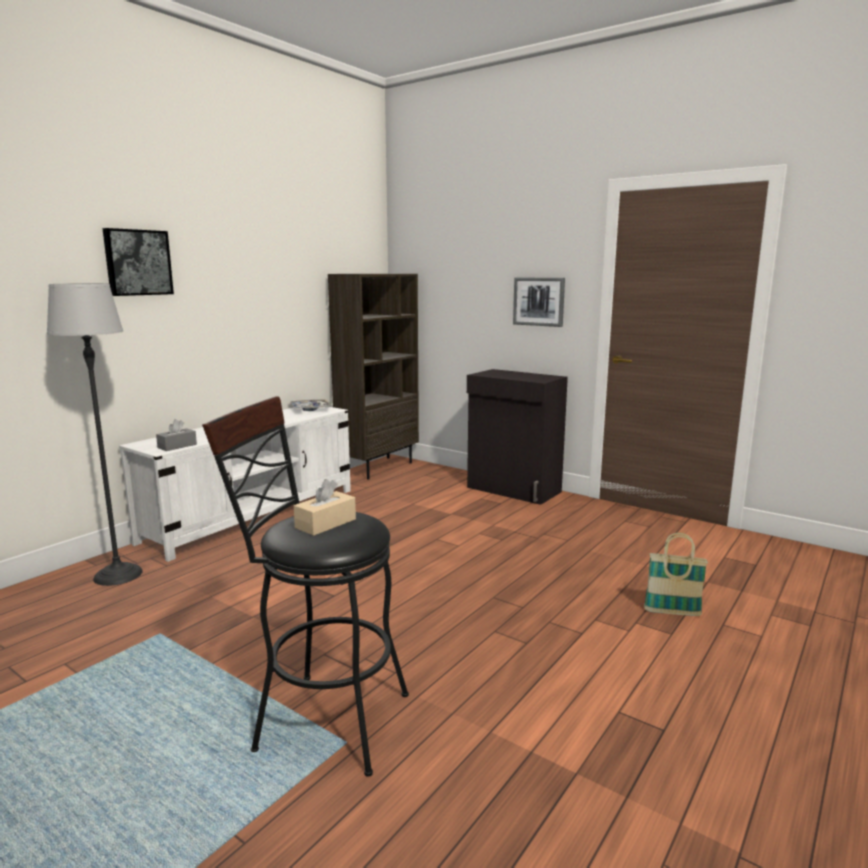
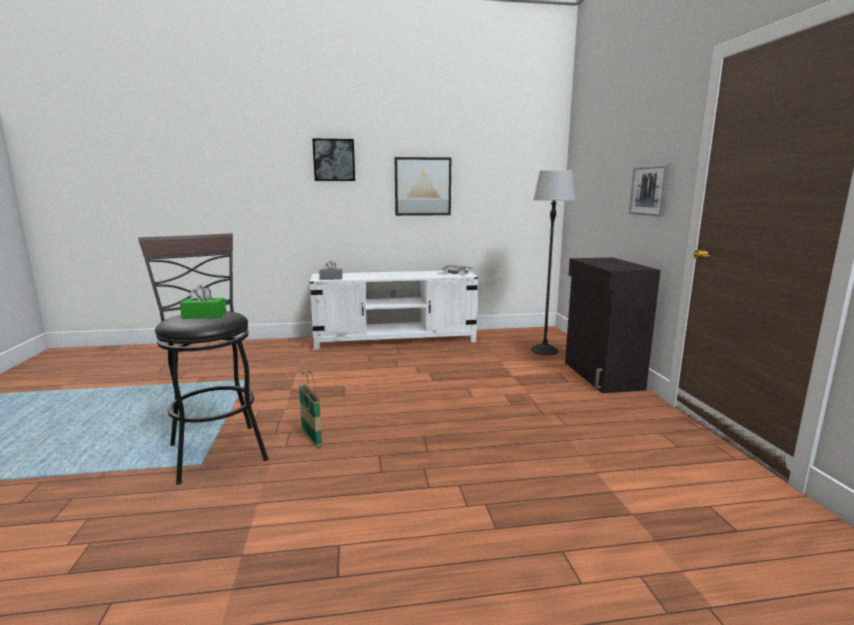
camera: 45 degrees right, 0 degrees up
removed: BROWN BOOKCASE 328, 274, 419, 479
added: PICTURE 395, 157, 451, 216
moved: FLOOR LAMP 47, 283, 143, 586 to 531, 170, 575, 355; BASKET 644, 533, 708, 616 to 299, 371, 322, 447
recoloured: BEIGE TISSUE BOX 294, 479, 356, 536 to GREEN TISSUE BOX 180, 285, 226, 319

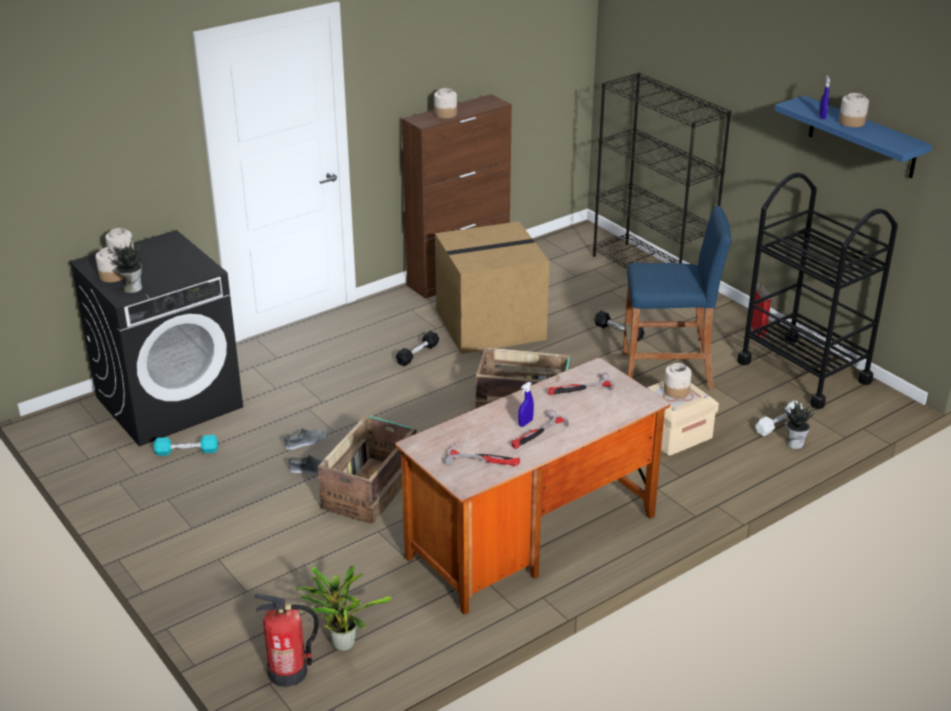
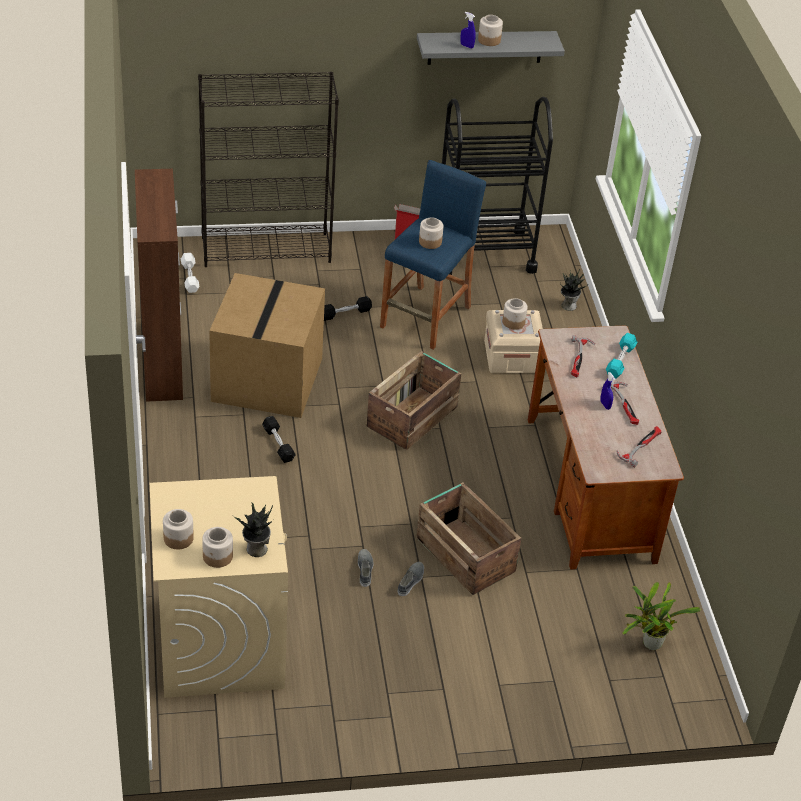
camera: 65 degrees left, 10 degrees up
removed: FIRE EXTINGUISHER 254, 594, 319, 687
moved: TURQUOISE DUMBBELL 154, 435, 218, 456 to 606, 333, 637, 379; JAR 434, 88, 457, 119 to 419, 217, 444, 249; WHITE DUMBBELL 756, 400, 803, 436 to 181, 253, 200, 293
recoloured: BLACK WASHING MACHINE 69, 230, 243, 447 to BEIGE WASHING MACHINE 150, 476, 288, 698; BLUE SHELF 774, 95, 933, 178 to GREY SHELF 417, 31, 565, 65

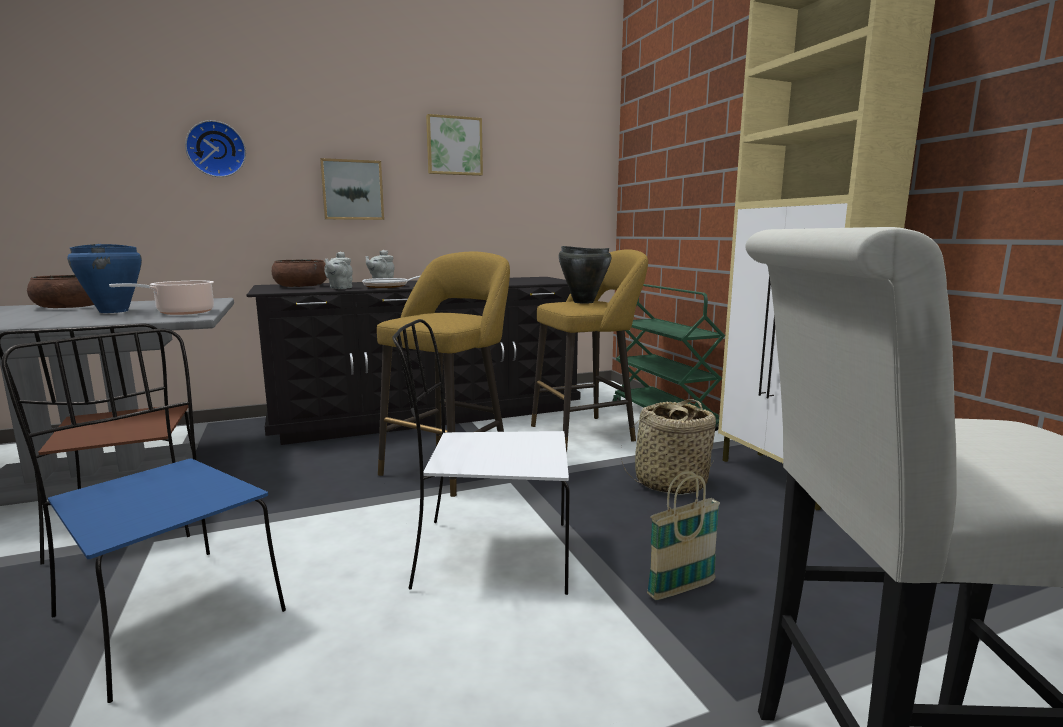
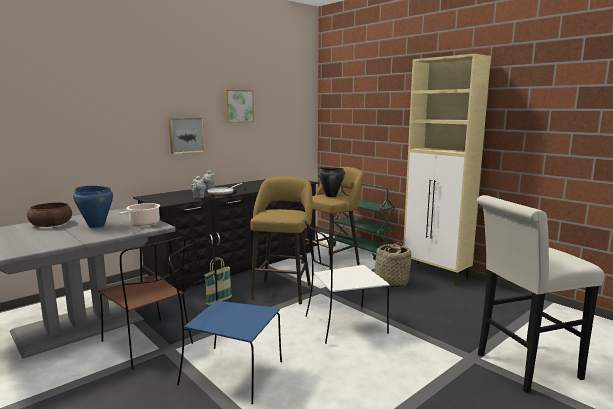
camera: 20 degrees left, 0 degrees up
removed: WALL CLOCK 185, 120, 246, 177; BROWN BOWL 272, 259, 327, 287
moved: BASKET 647, 471, 720, 600 to 204, 257, 232, 305

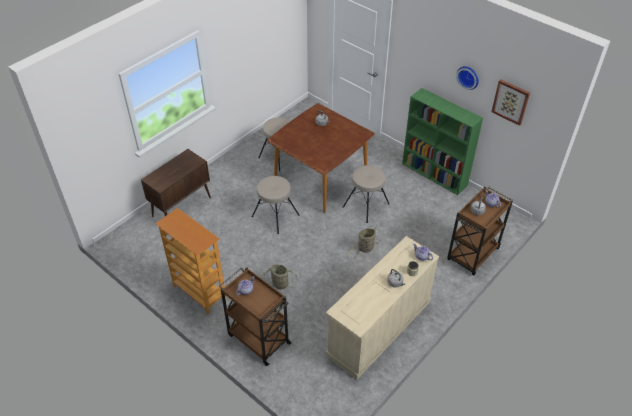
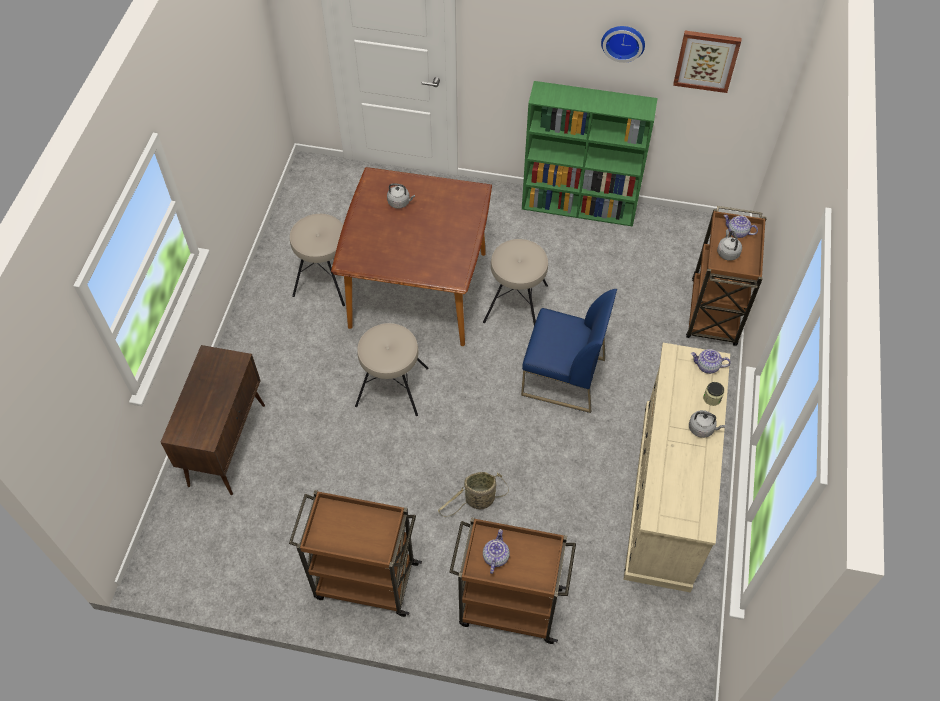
camera: 30 degrees left, 10 degrees up
replaced: BOOKCASE 155, 208, 226, 314 to BROWN CART 289, 490, 422, 617; BASKET 347, 228, 379, 259 to BLUE CHAIR 521, 289, 617, 413

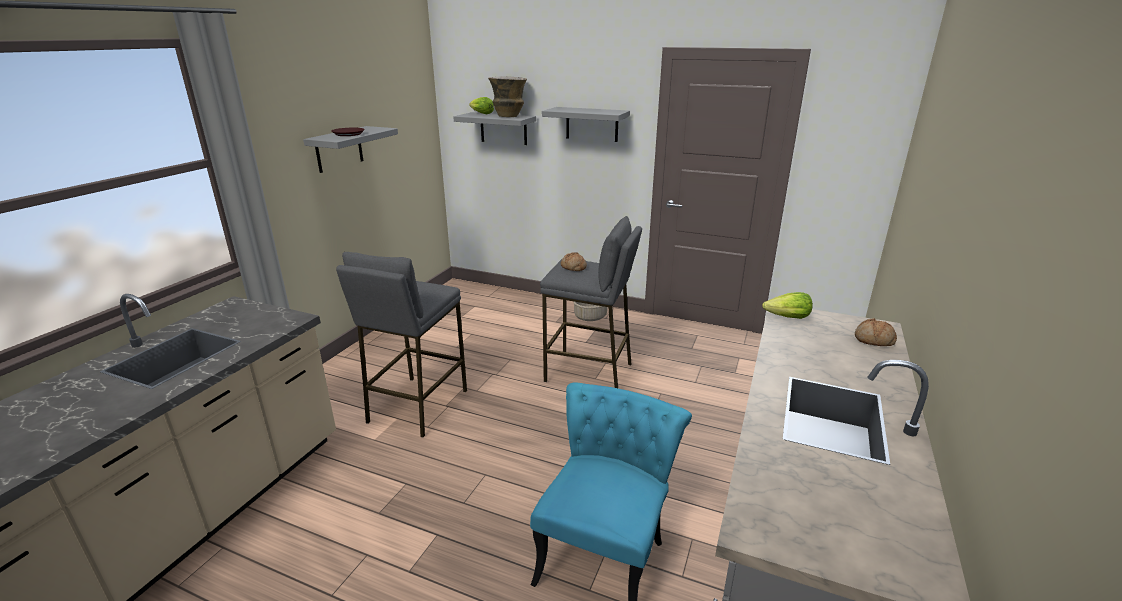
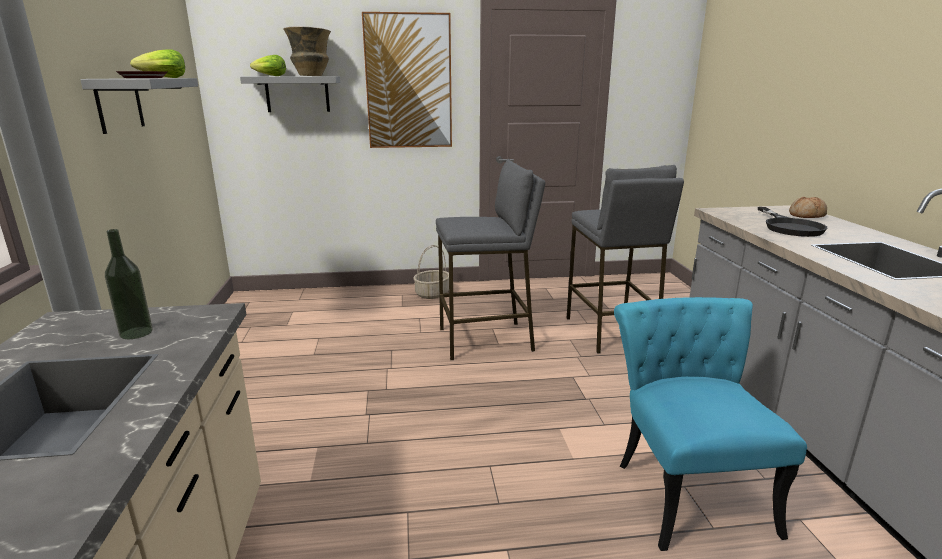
camera: 30 degrees left, 5 degrees down
removed: BREAD 561, 252, 587, 271
added: BOTTLE 105, 229, 153, 339; BLACK FRYING PAN 758, 207, 827, 237
moved: GREY STOOL 336, 252, 467, 437 to 566, 165, 684, 354; LETTUCE 762, 292, 813, 319 to 130, 49, 185, 78
replaced: GREY SHELF 542, 107, 630, 142 to PICTURE 362, 12, 452, 148

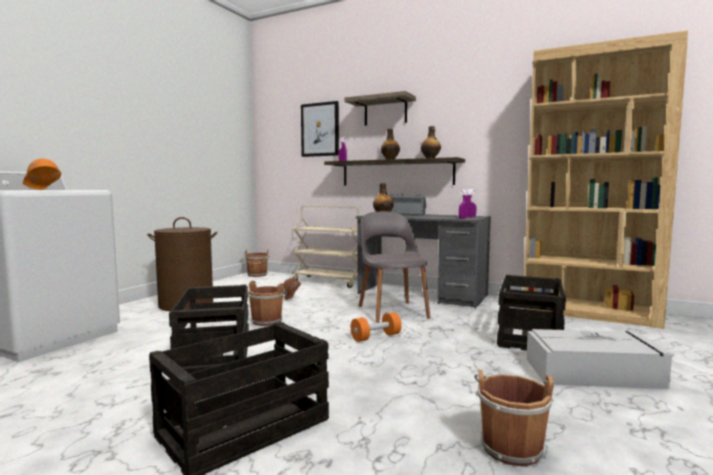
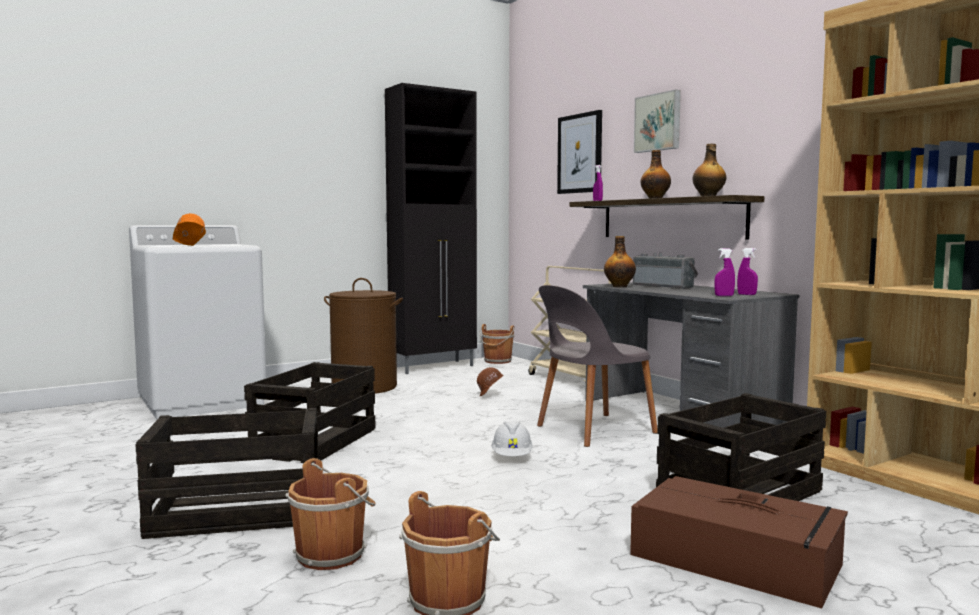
camera: 30 degrees right, 0 degrees up
added: BLACK CABINET 385, 83, 477, 374
moved: BROWN BUCKET 248, 281, 287, 326 to 285, 458, 376, 570
replaced: SHELF 345, 91, 416, 126 to PICTURE 634, 90, 681, 153; ORANGE DUMBBELL 351, 312, 402, 342 to WHITE HARD HAT 491, 421, 533, 456
recoloured: GREY STORAGE BOX 526, 329, 674, 389 to BROWN STORAGE BOX 630, 476, 848, 608
turned: GREY CHAIR 359, 211, 431, 323 = 537, 285, 658, 447 135 degrees counterclockwise

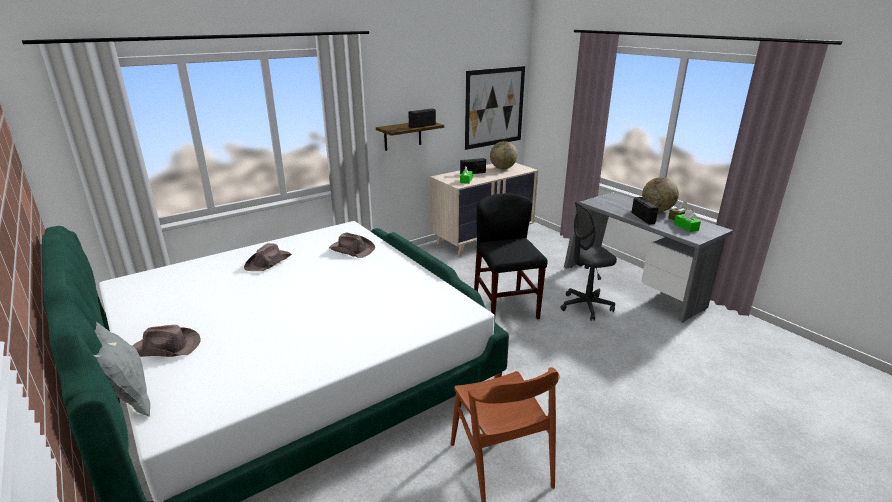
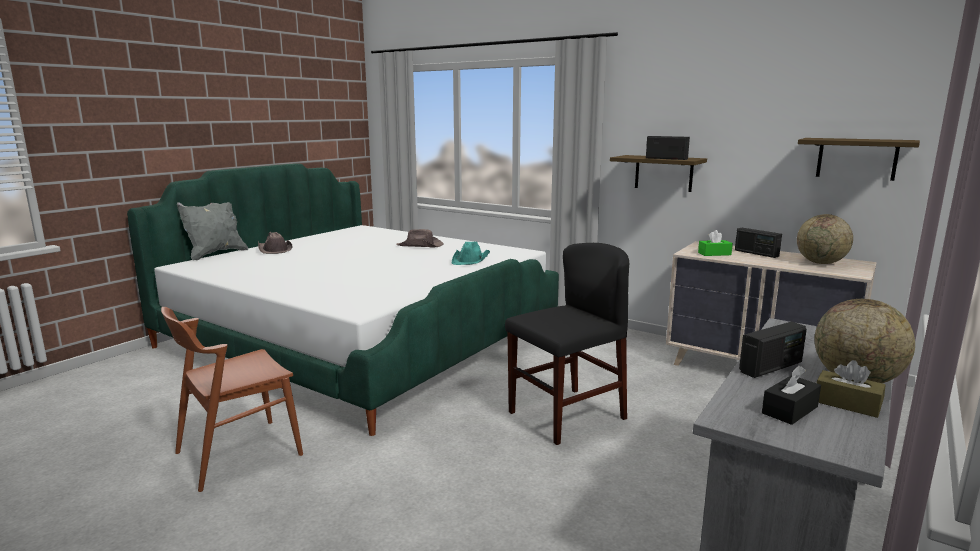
camera: 70 degrees right, 10 degrees down
removed: GREY OFFICE CHAIR 560, 202, 617, 321
replaced: PICTURE 465, 66, 525, 150 to SHELF 798, 138, 920, 181
recoloured: BROWN HAT 329, 232, 375, 258 to TURQUOISE HAT 452, 242, 490, 265; GREEN TISSUE BOX 674, 209, 701, 232 to BLACK TISSUE BOX 762, 366, 821, 425

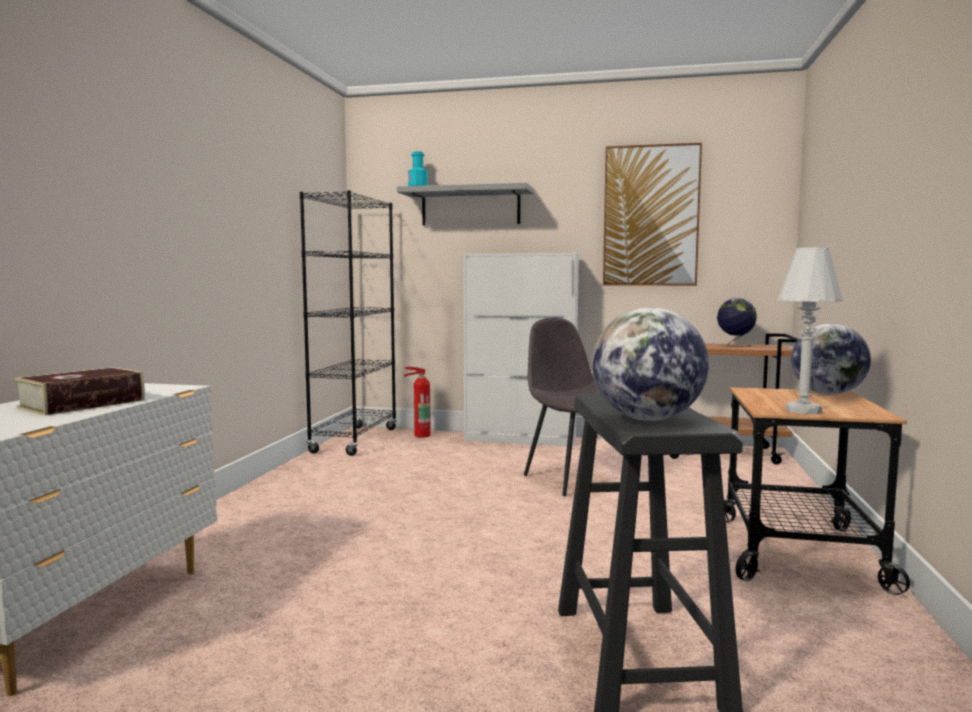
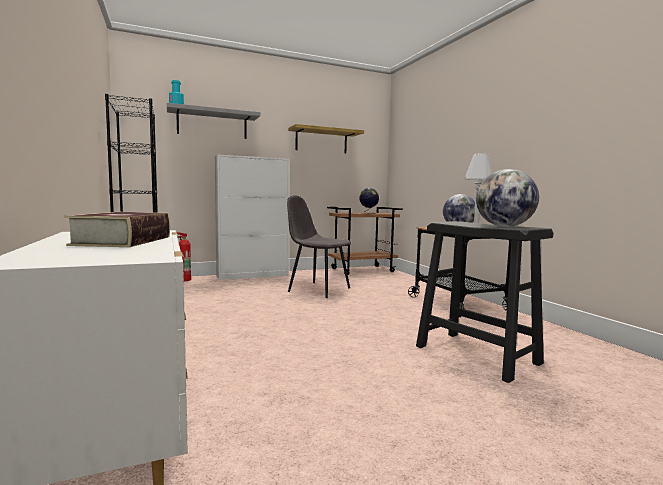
camera: 35 degrees left, 0 degrees up
replaced: PICTURE 603, 143, 702, 286 to SHELF 288, 124, 364, 153

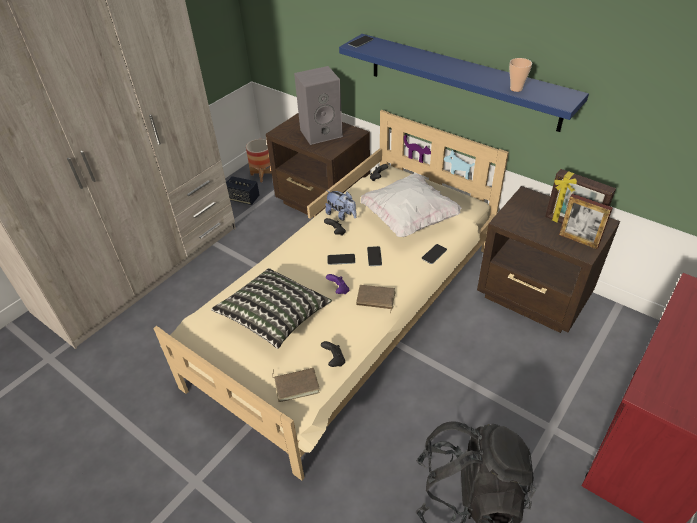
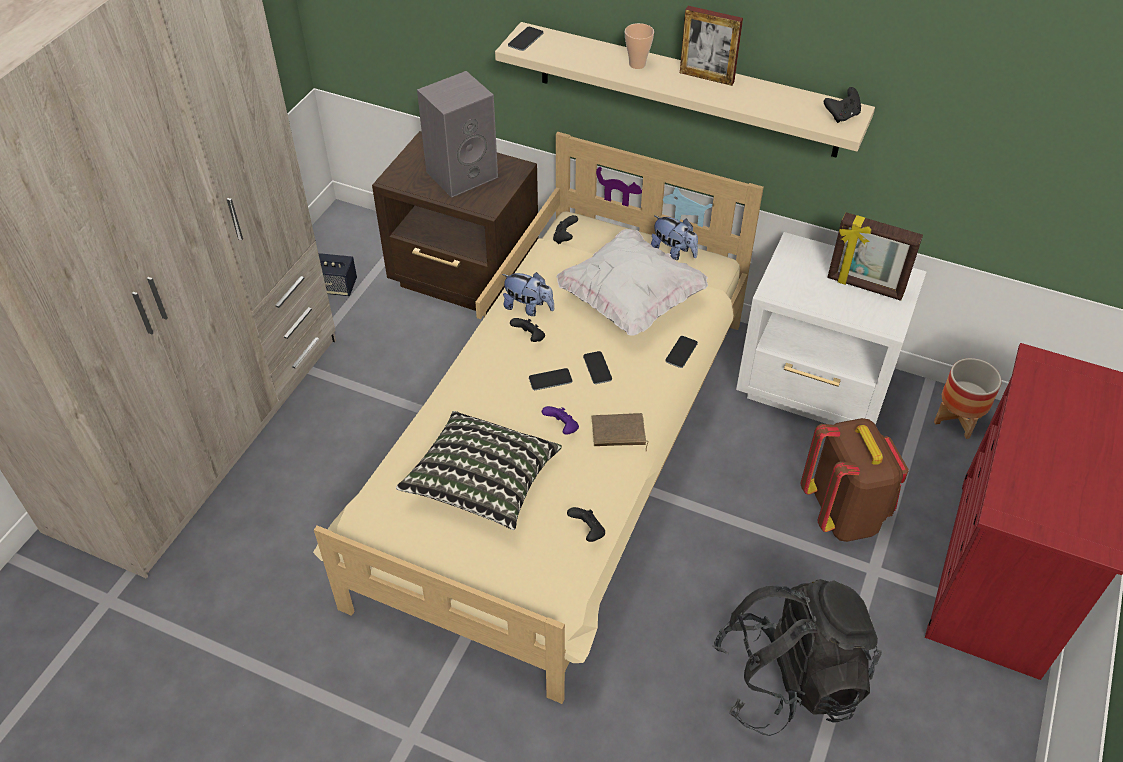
camera: 15 degrees left, 5 degrees up
removed: BROWN BOOK 272, 368, 320, 402
added: PLUSH TOY 651, 215, 698, 260; BROWN BACKPACK 801, 418, 909, 542; BLACK GAME CONTROLLER 824, 87, 861, 123
moved: PLANTER 246, 139, 272, 182 to 934, 358, 1002, 439; CUP 509, 58, 532, 92 to 625, 23, 654, 69; PICTURE FRAME 559, 193, 613, 249 to 680, 6, 743, 86
recoloured: BLUE SHELF 339, 34, 589, 132 to BEIGE SHELF 495, 22, 875, 158; BROWN NIGHTSTAND 477, 186, 620, 333 to WHITE NIGHTSTAND 736, 232, 926, 425

